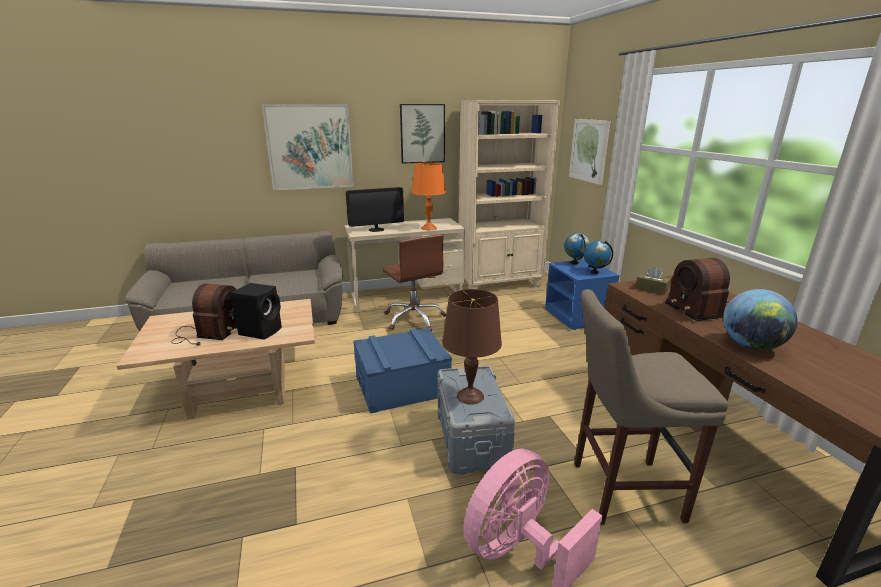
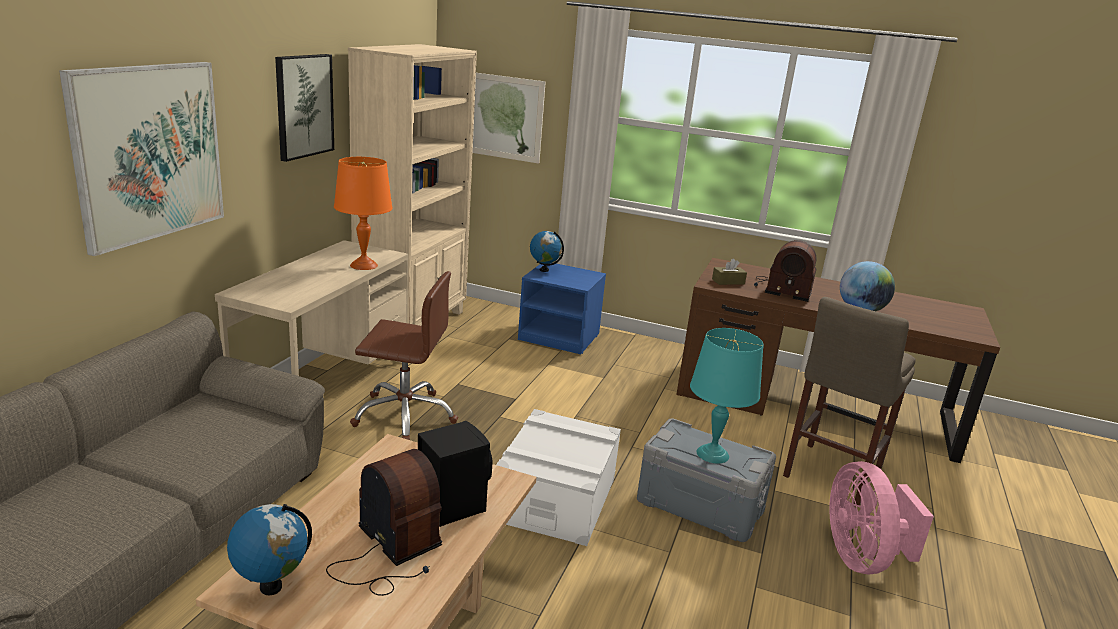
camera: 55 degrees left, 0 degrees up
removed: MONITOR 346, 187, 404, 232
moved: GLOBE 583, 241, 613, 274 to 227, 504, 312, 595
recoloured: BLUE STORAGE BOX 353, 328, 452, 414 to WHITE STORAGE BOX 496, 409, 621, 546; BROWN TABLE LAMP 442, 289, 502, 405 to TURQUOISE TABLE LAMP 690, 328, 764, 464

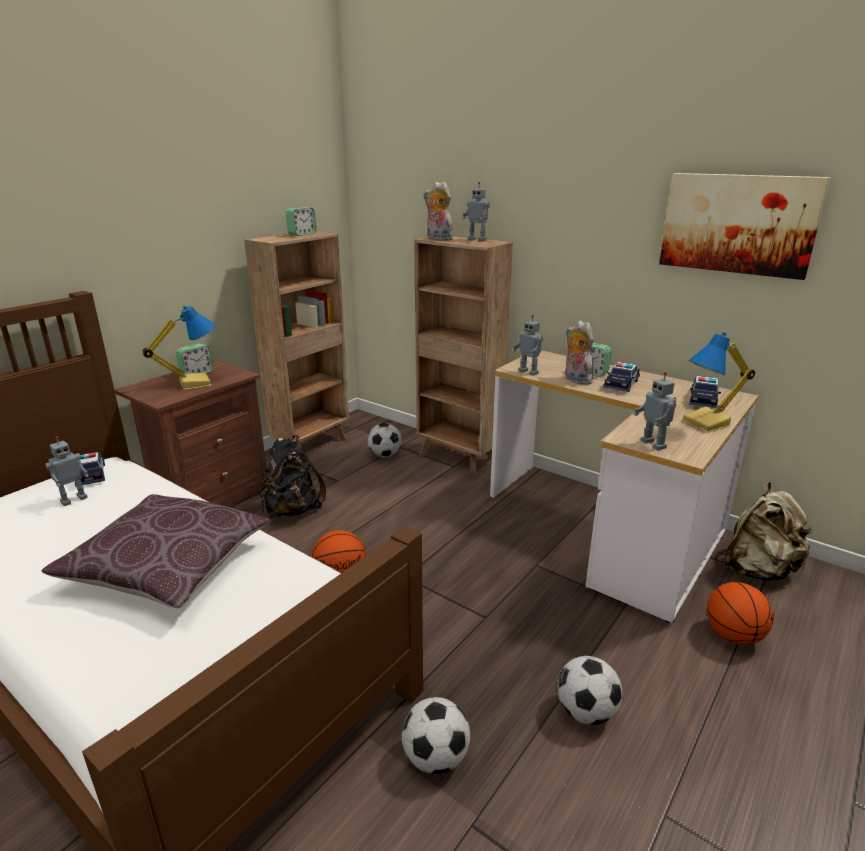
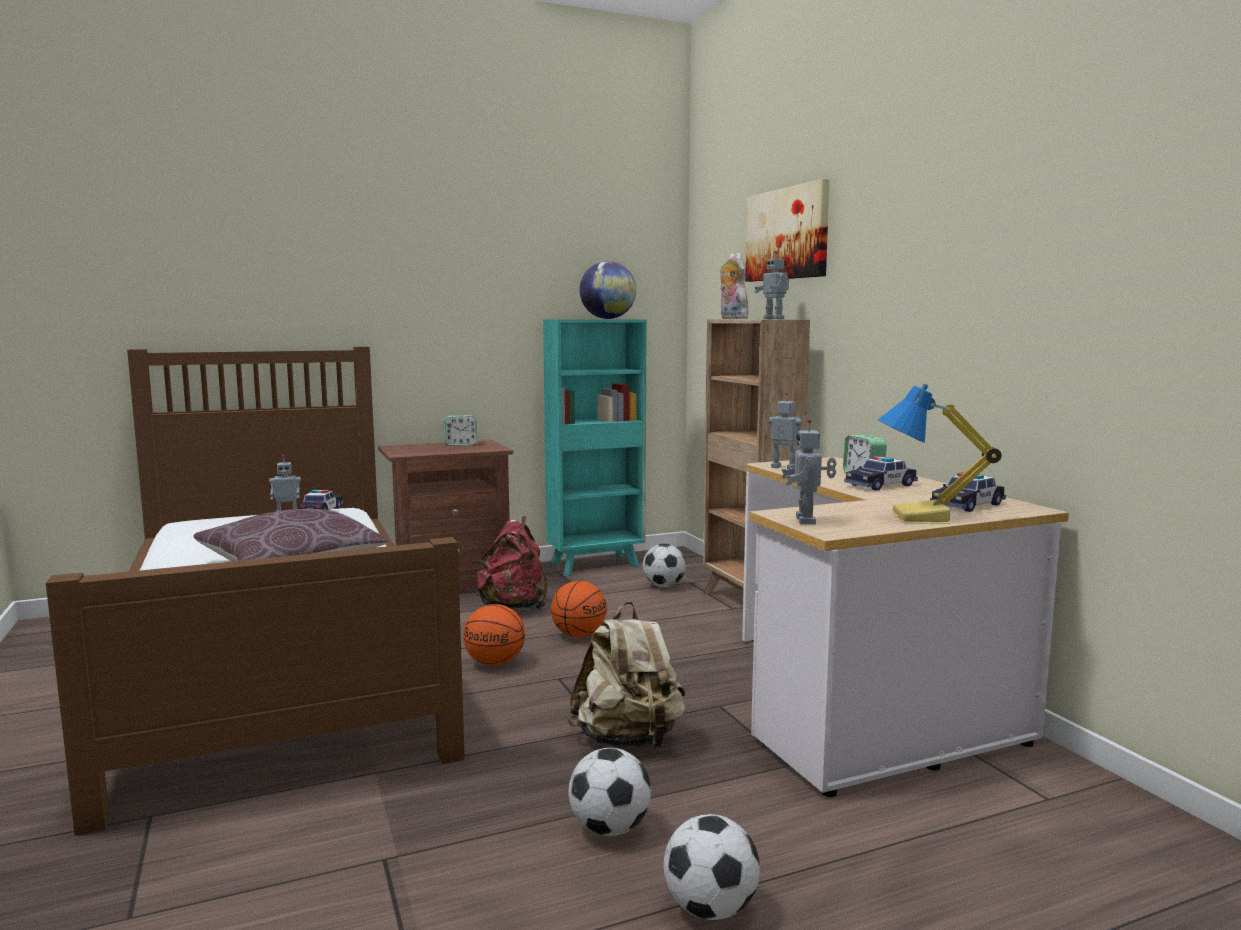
camera: 30 degrees right, 15 degrees down
removed: TABLE LAMP 142, 305, 215, 390; PLUSH TOY 565, 320, 596, 385
moved: FOOTBALL 402, 697, 470, 774 to 663, 814, 760, 920; PICTURE 659, 173, 831, 280 to 745, 179, 830, 282; BASKETBALL 707, 582, 774, 645 to 551, 581, 607, 637; BEIGE BACKPACK 724, 482, 814, 581 to 568, 602, 685, 748
replaced: ALARM CLOCK 286, 207, 317, 236 to GLOBE 580, 261, 636, 319
recoloured: BROWN BOOKCASE 244, 231, 349, 449 to TURQUOISE BOOKCASE 543, 319, 647, 576; BLACK BACKPACK 261, 435, 326, 517 to RED BACKPACK 477, 516, 547, 610
turned: TOY ROBOT 513, 315, 543, 376 = 769, 392, 802, 469 135 degrees clockwise

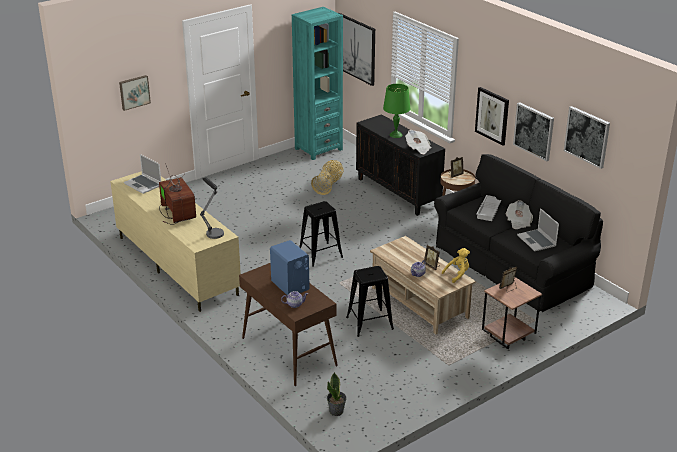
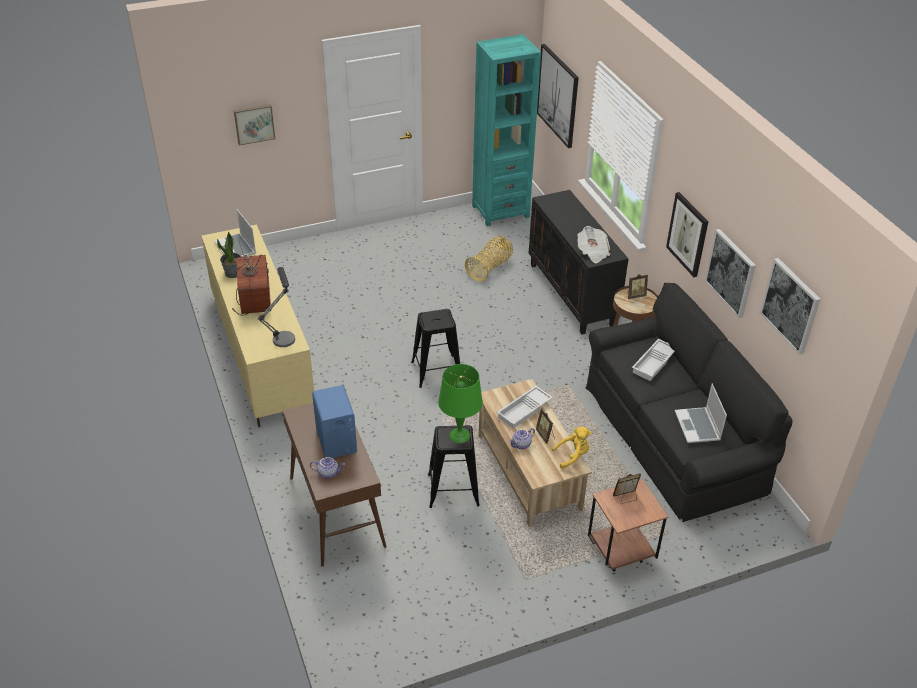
camera: 15 degrees right, 10 degrees up
removed: NEWSPAPER 506, 200, 533, 229
added: WHITE TRAY 497, 386, 553, 429
moved: POTTED PLANT 327, 372, 347, 416 to 217, 231, 241, 278; GREEN TABLE LAMP 383, 84, 411, 138 to 438, 364, 483, 443

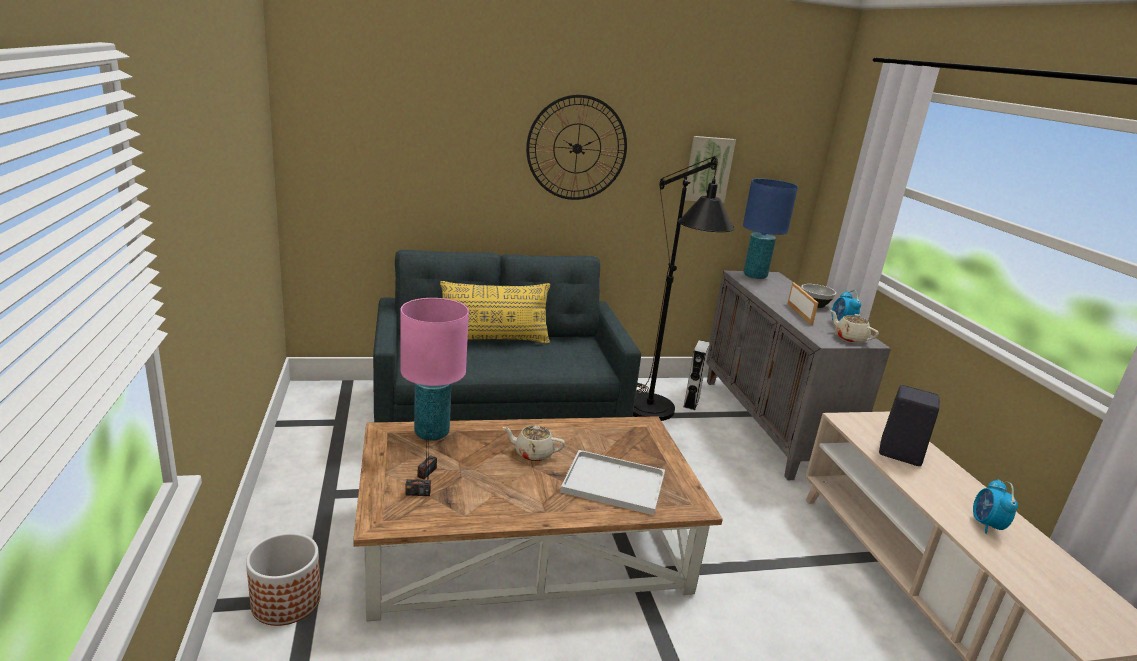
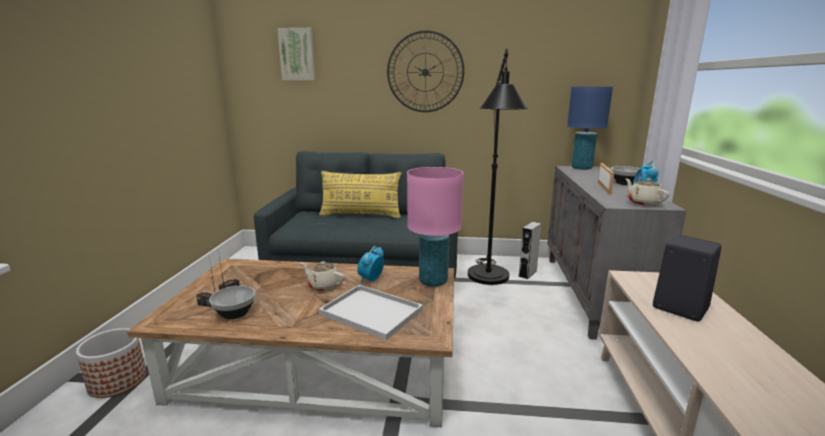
camera: 20 degrees right, 5 degrees down
added: BOWL 209, 286, 255, 319
moved: PINK TABLE LAMP 401, 298, 469, 441 to 407, 167, 463, 287; PICTURE 685, 136, 736, 203 to 277, 28, 315, 80; ALARM CLOCK 973, 479, 1018, 534 to 357, 246, 384, 284

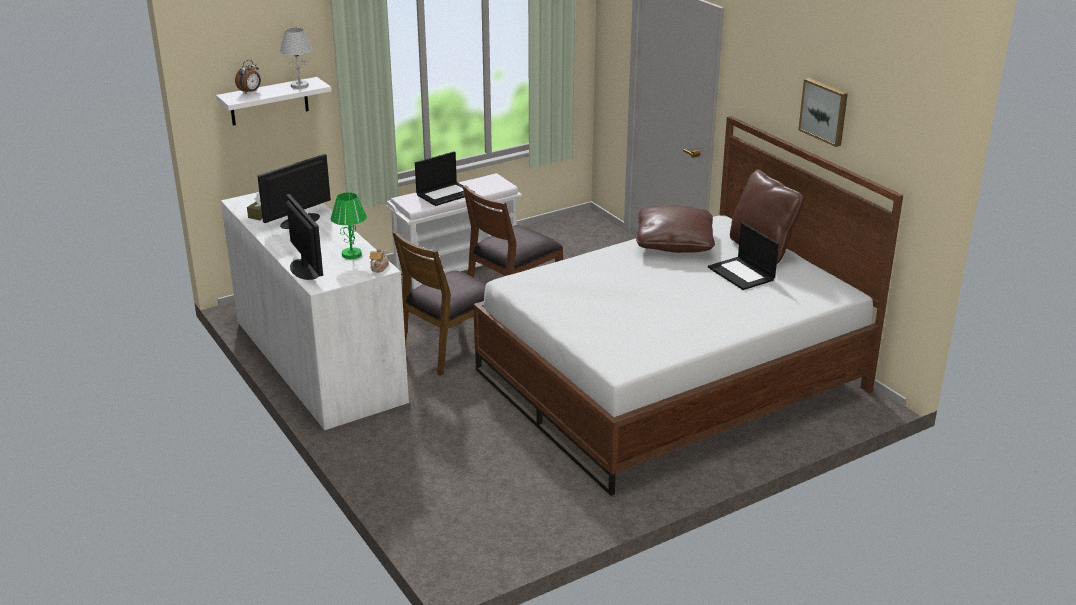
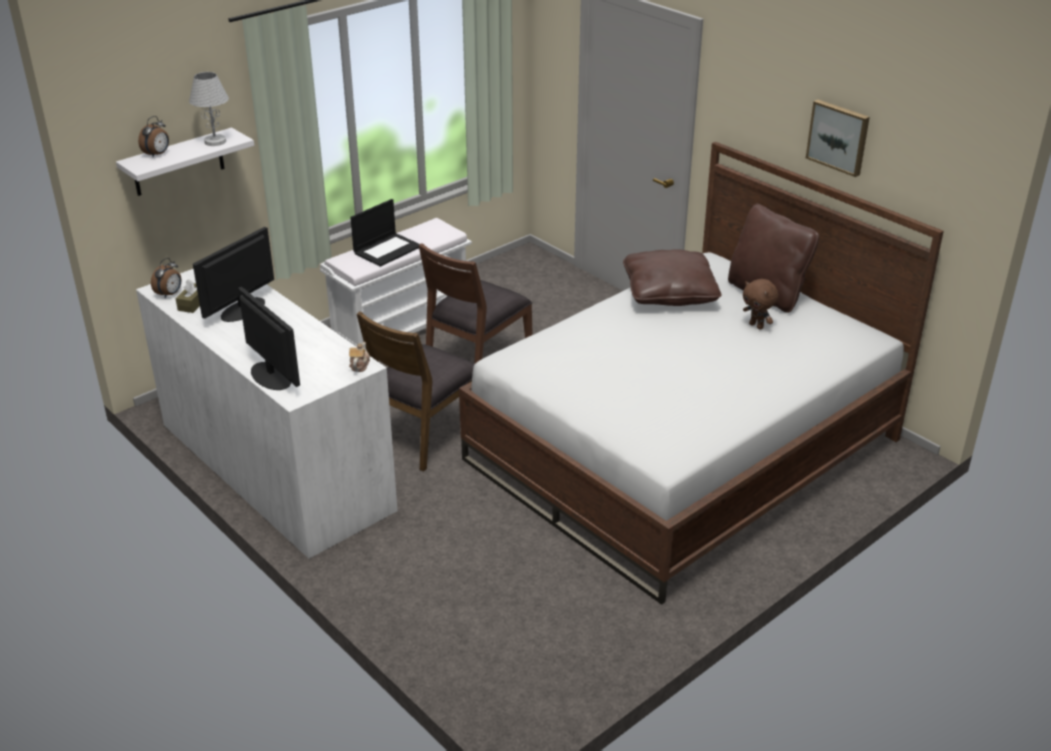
camera: 10 degrees left, 5 degrees up
removed: GREEN TABLE LAMP 331, 192, 367, 259
added: ALARM CLOCK 151, 258, 182, 298
replaced: LAPTOP 708, 223, 779, 290 to BROWN PLUSH TOY 743, 279, 779, 329

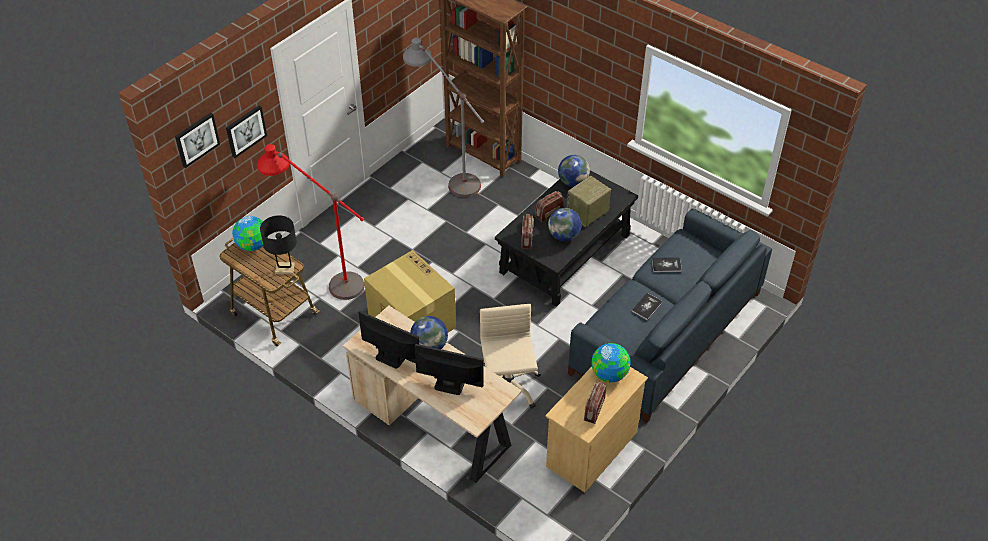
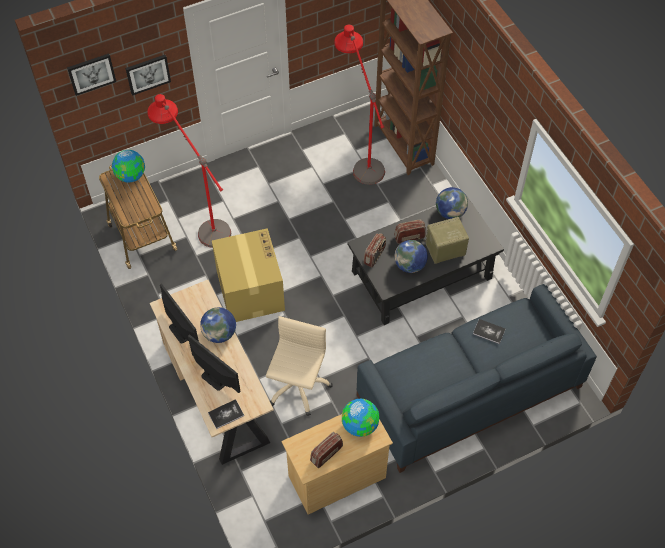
camera: 25 degrees right, 10 degrees up
removed: BLACK TABLE LAMP 260, 215, 297, 274
moved: BOOK 631, 293, 663, 320 to 208, 399, 244, 429
recoloured: GREY FLOOR LAMP 403, 38, 485, 197 to RED FLOOR LAMP 334, 25, 385, 185

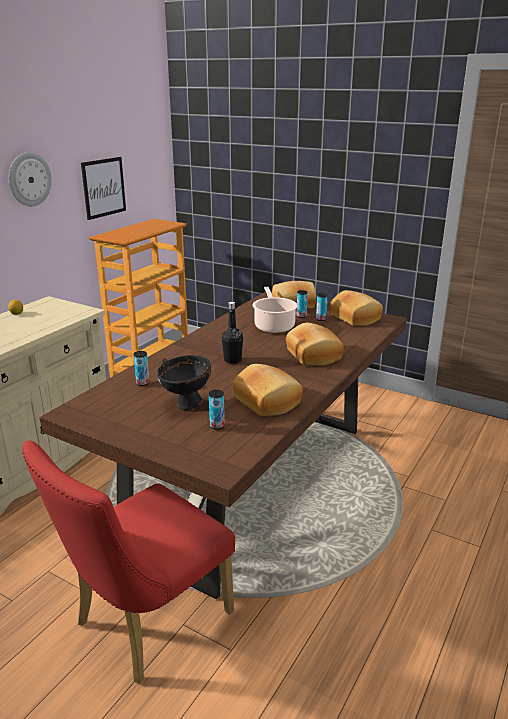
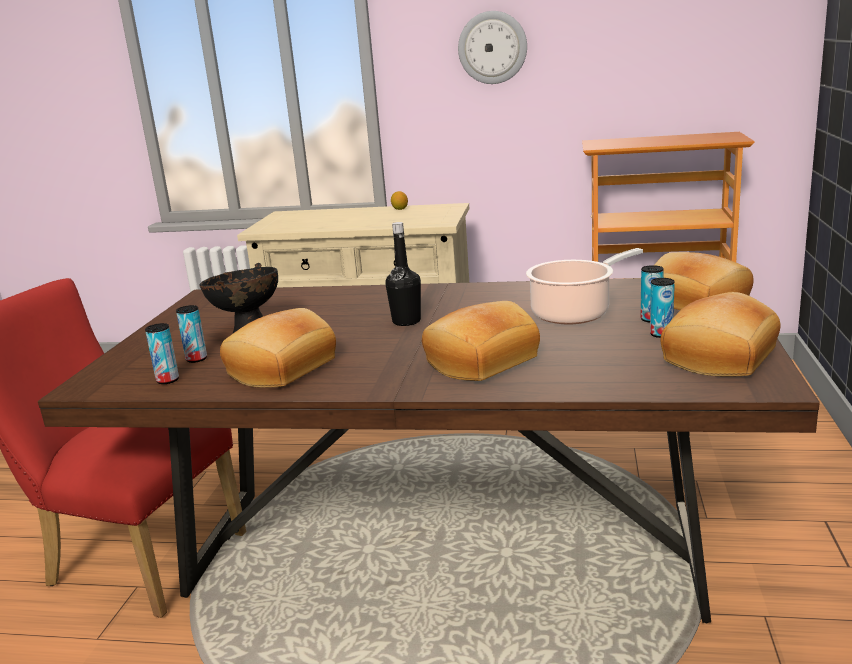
camera: 70 degrees right, 5 degrees down
removed: PICTURE 81, 157, 126, 220
moved: CAN 134, 351, 149, 386 to 145, 323, 179, 384

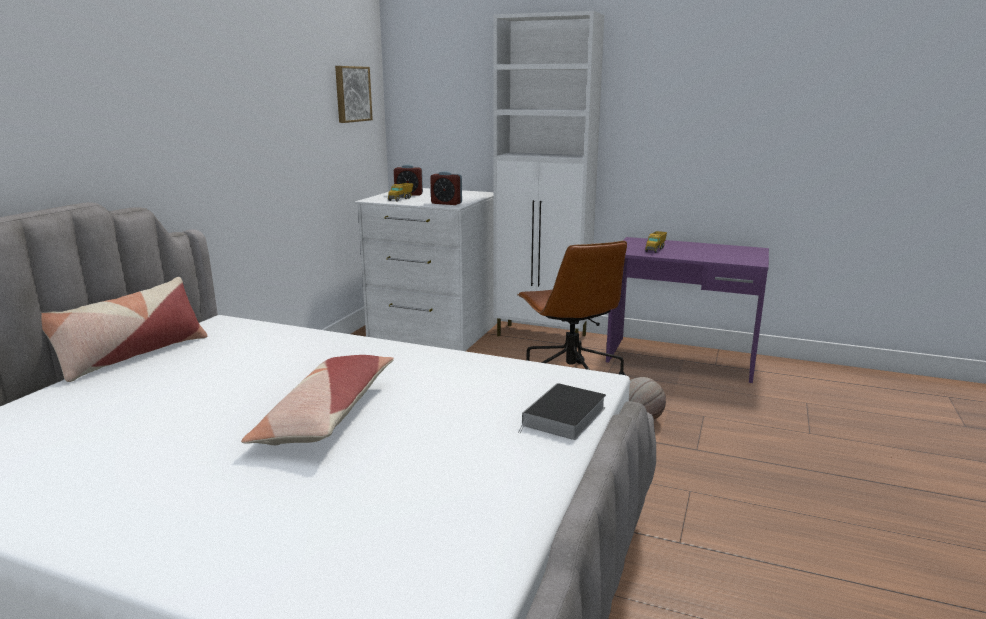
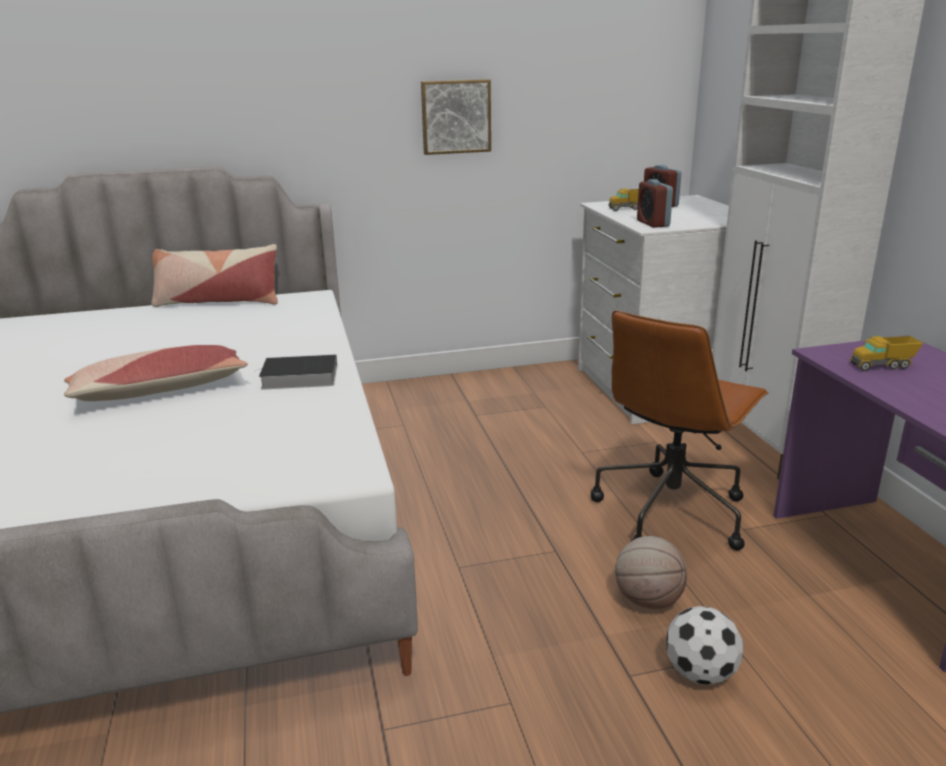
camera: 55 degrees right, 5 degrees up
added: FOOTBALL 666, 606, 743, 685
moved: PICTURE 335, 66, 373, 123 to 421, 79, 491, 155; BOOK 518, 383, 606, 440 to 258, 354, 337, 390

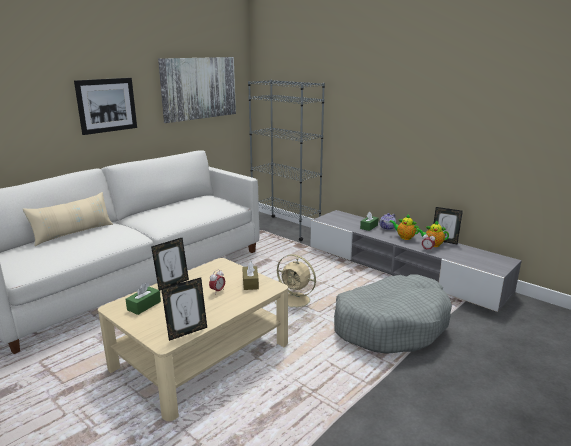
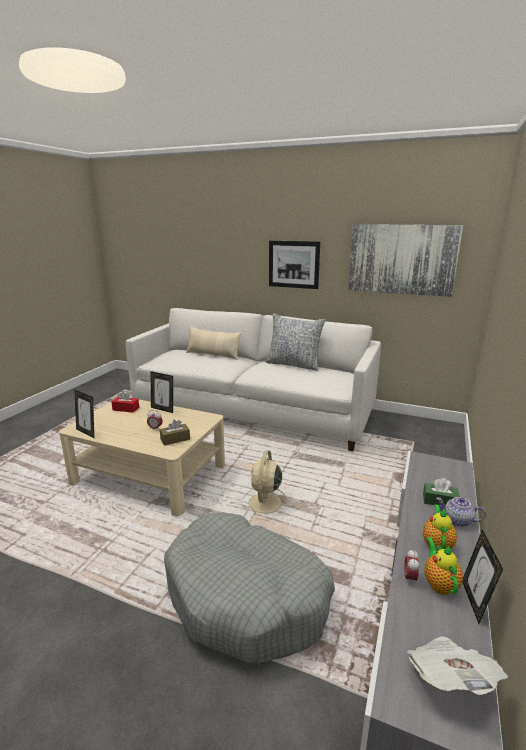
camera: 70 degrees right, 0 degrees up
removed: GREY BOOKCASE 248, 80, 325, 241
added: PILLOW 265, 313, 326, 371; NEWSPAPER 407, 636, 508, 695
recoloured: GREEN TISSUE BOX 126, 283, 161, 315 to RED TISSUE BOX 111, 391, 139, 413

